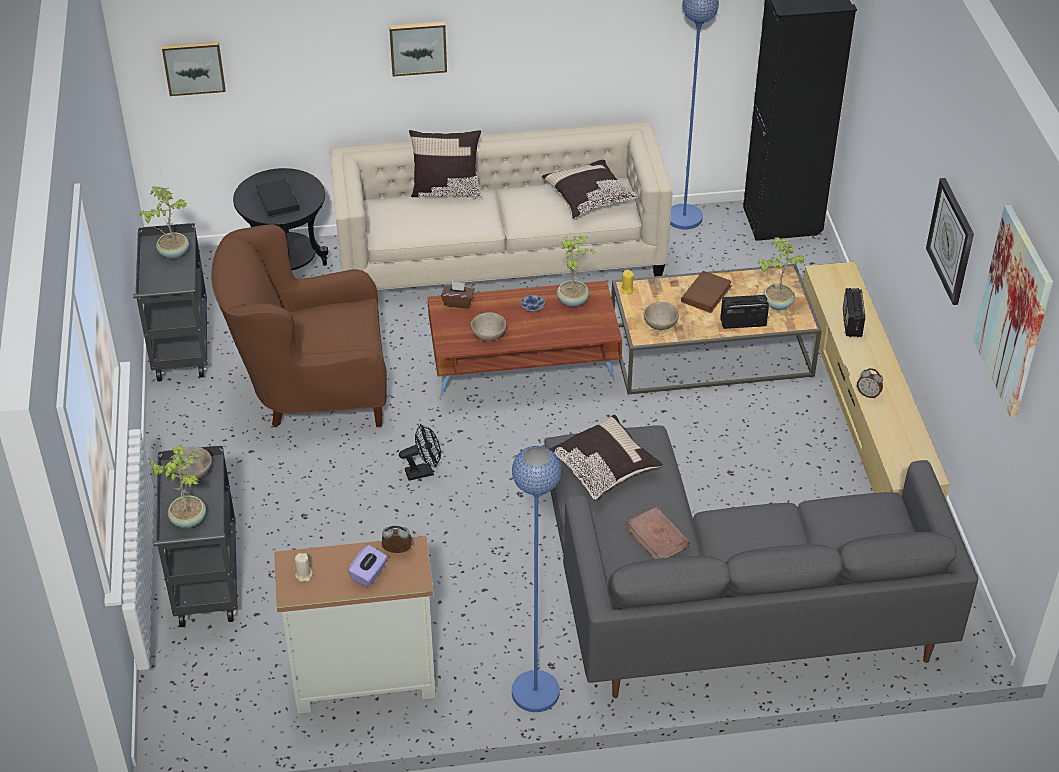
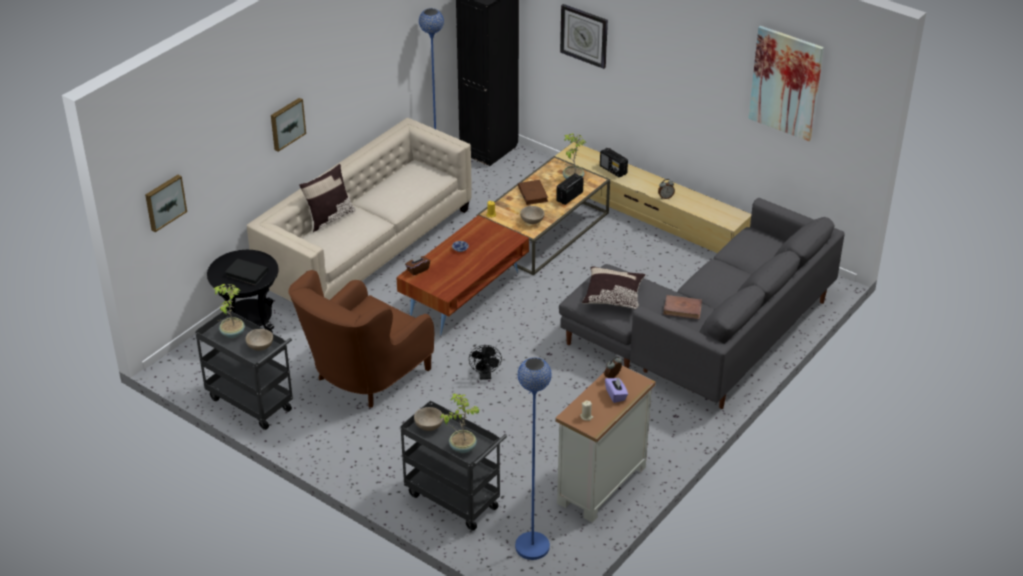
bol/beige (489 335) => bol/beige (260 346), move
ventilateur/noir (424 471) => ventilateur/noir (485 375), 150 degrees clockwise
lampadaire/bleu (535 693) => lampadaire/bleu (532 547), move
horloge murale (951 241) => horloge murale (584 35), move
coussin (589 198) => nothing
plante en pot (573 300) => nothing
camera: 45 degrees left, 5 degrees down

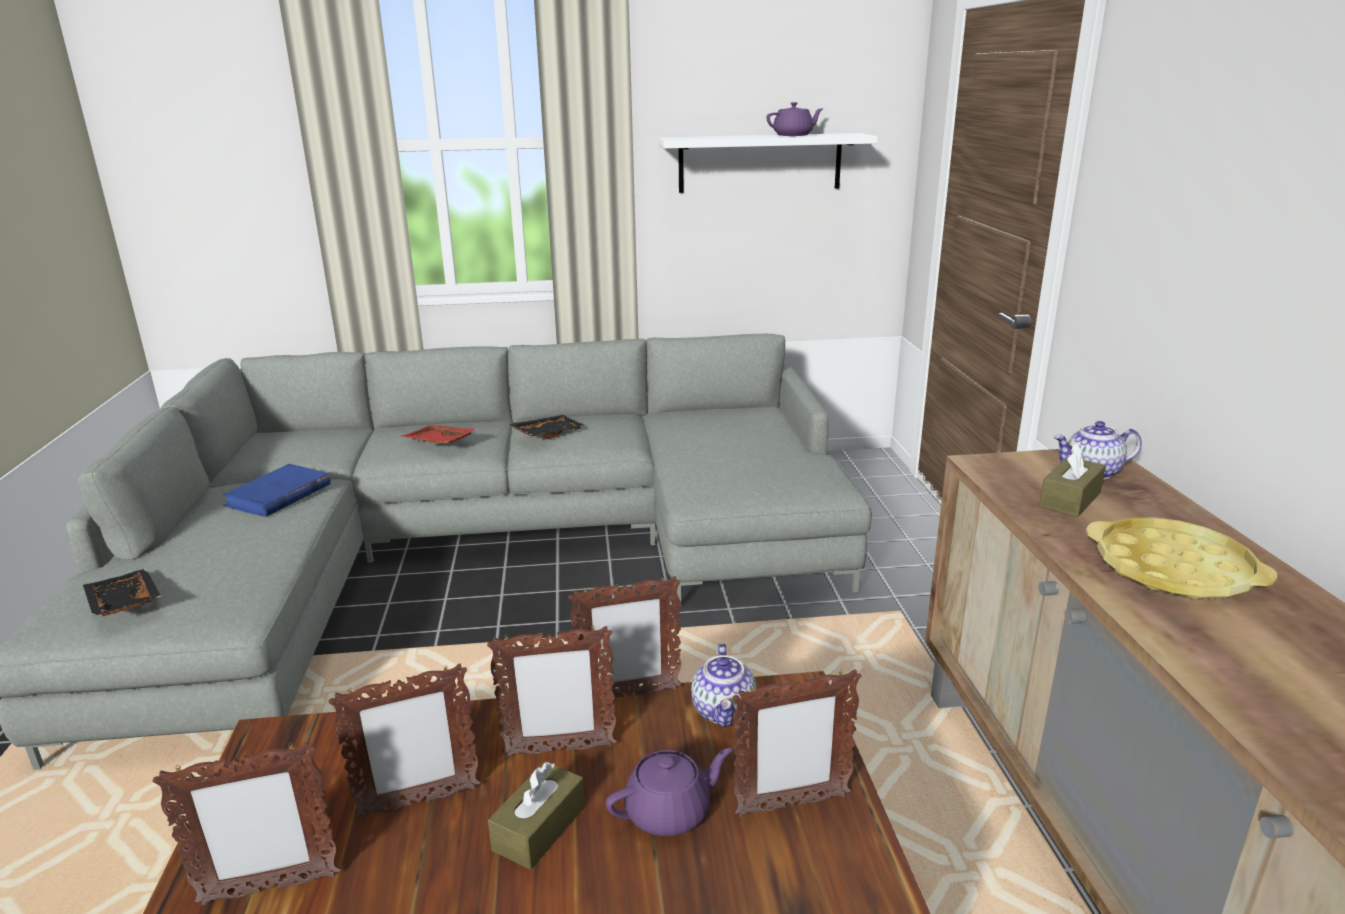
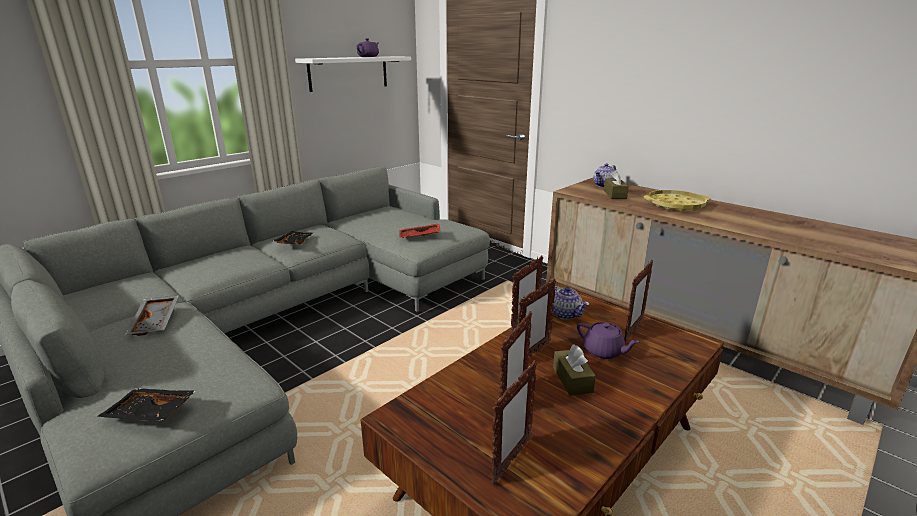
livre/bleu (279 495) => plateau/gris (157 321)
plateau/rouge (438 443) => plateau/rouge (419 236), move
théière/violet (669 812) => théière/violet (603 351), 105 degrees clockwise
camera: 40 degrees left, 0 degrees up

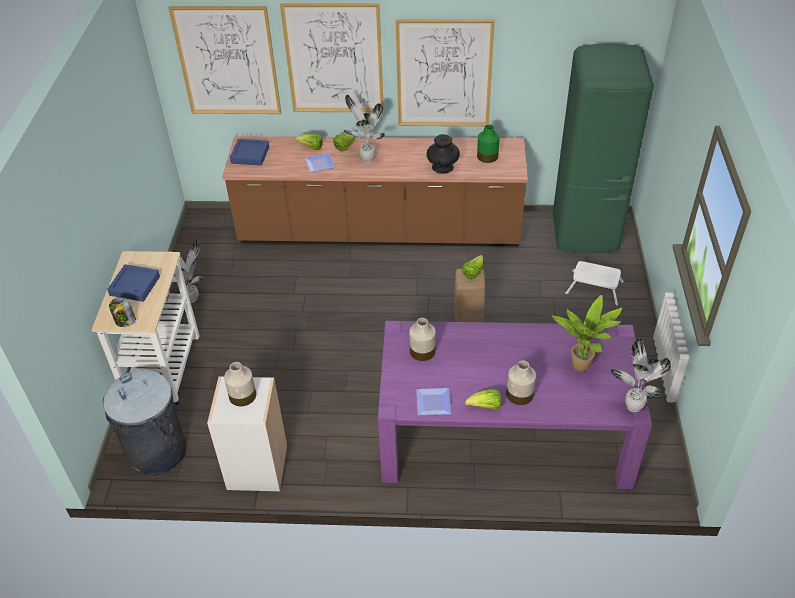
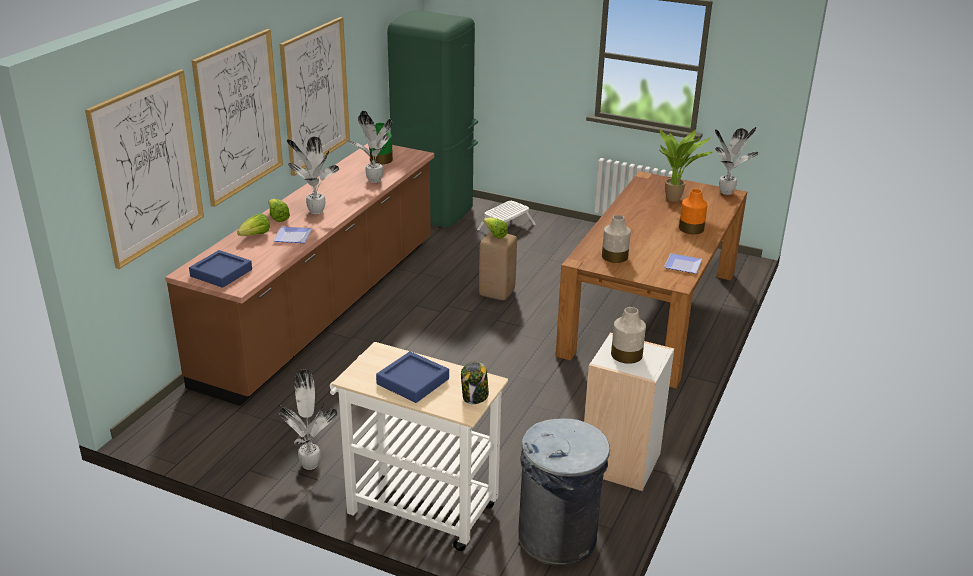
vase/noir (442 167) => plante en pot (374 181)
table à manger/violet (504 434) => table à manger/marron (651 312)
vase/beige (520 394) => vase/orange (691 228)
laitue (485 407) => nothing
camera: 70 degrees left, 15 degrees down

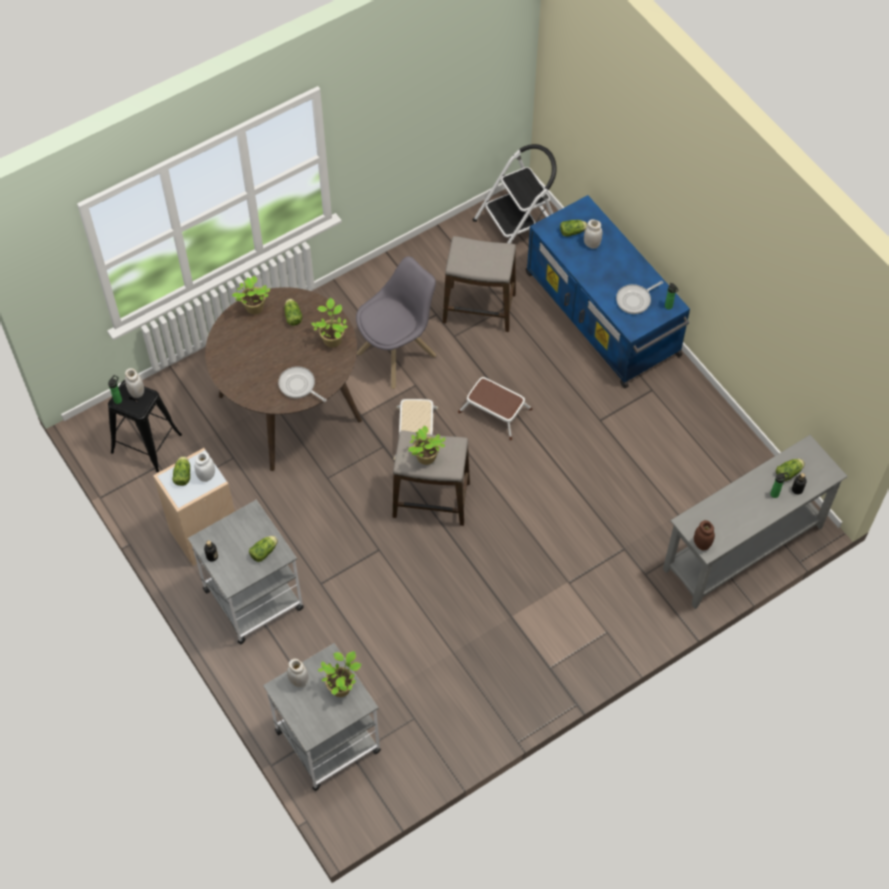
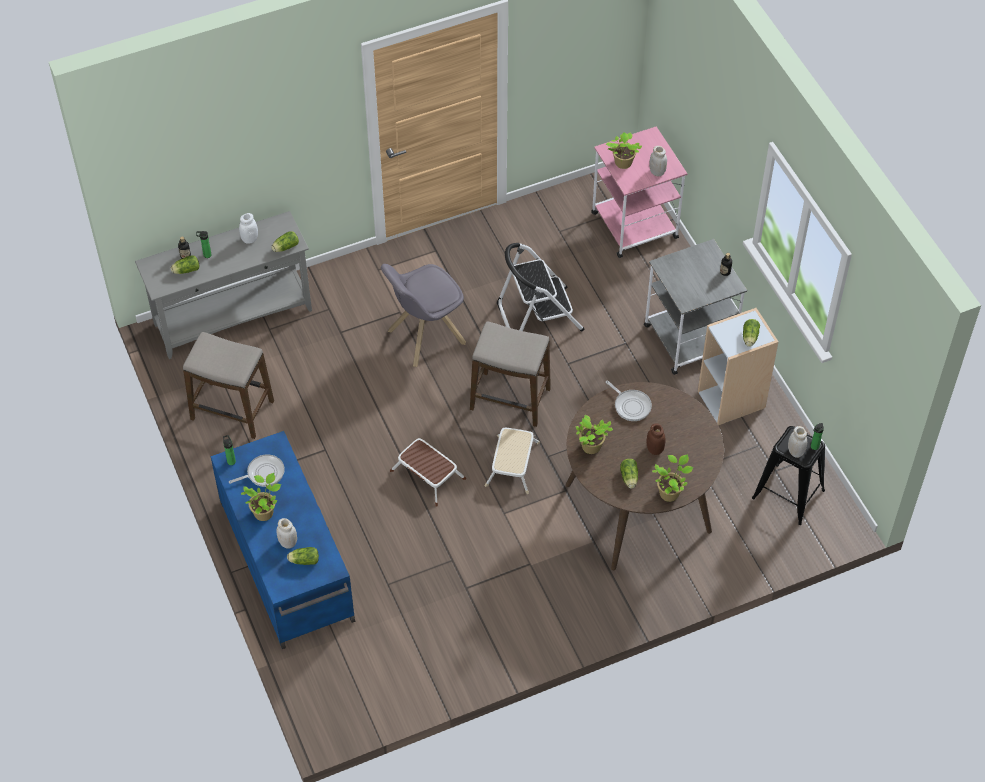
tabouret (479 309) => tabouret (232 410), move
bocal/blanc (206 476) => bocal/blanc (249 239), move
plante en pot (425 458) => plante en pot (264 512), move
laitue (265 551) => laitue (285 247), move
chaise/gris (397 354) => chaise/gris (425 336), move
escabeau (519 227) => escabeau (536 317), move
chariot/gris (327 739) => chariot/rose (635 227)
bocal/marron (701 544) => bocal/marron (655 449), move
camera: 170 degrees left, 5 degrees down

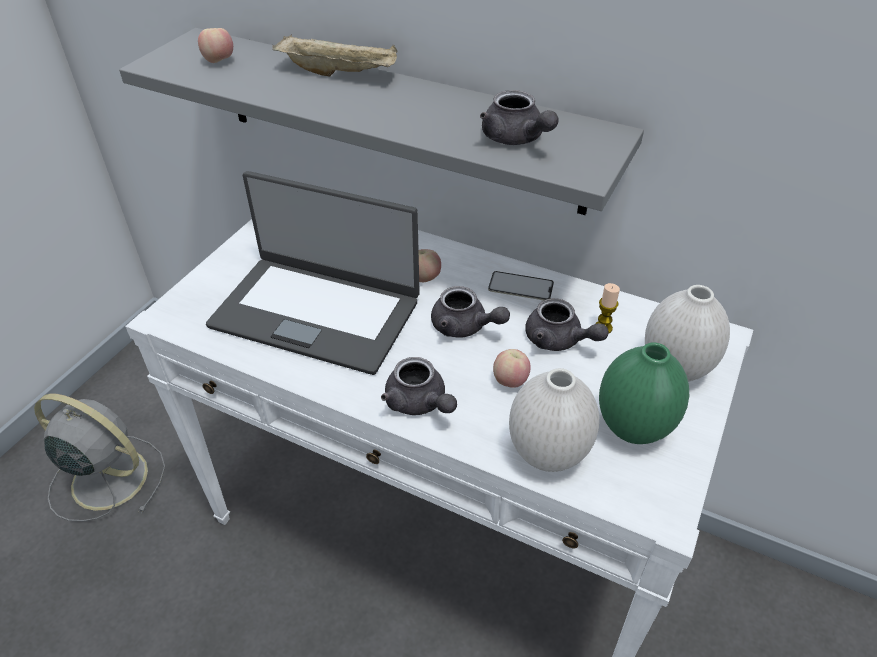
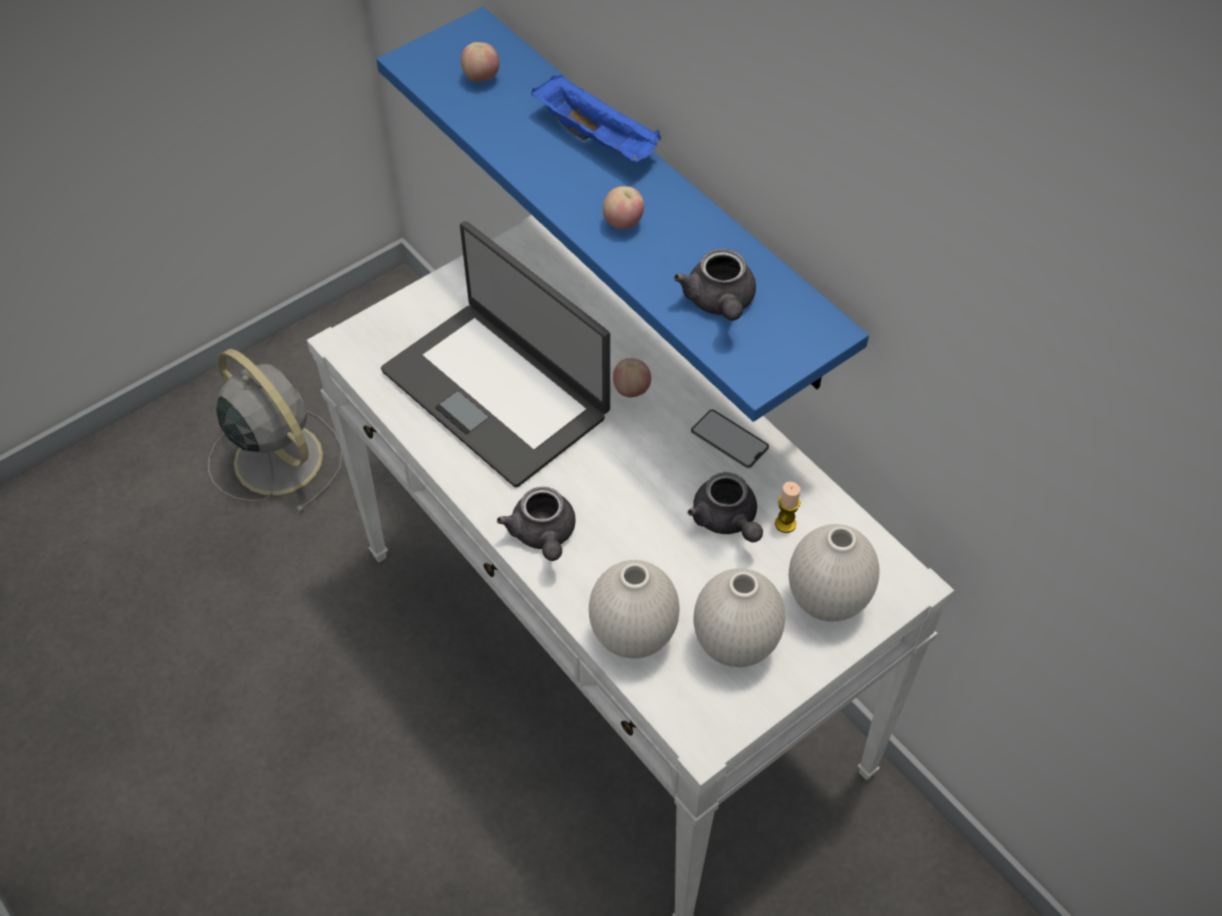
étagère/gris (397 119) => étagère/bleu (657 199)
plateau/beige (340 73) => plateau/bleu (598 138)
pomme (510 381) => pomme (623 223), move
vase/vert (631 428) => vase/blanc (734 644)
théière/gris (465 327) => nothing
camera: 25 degrees right, 10 degrees up

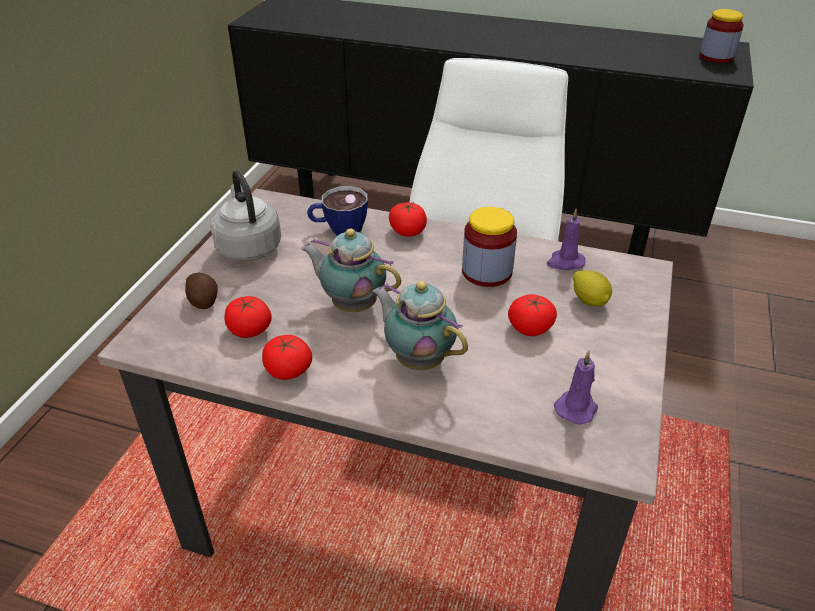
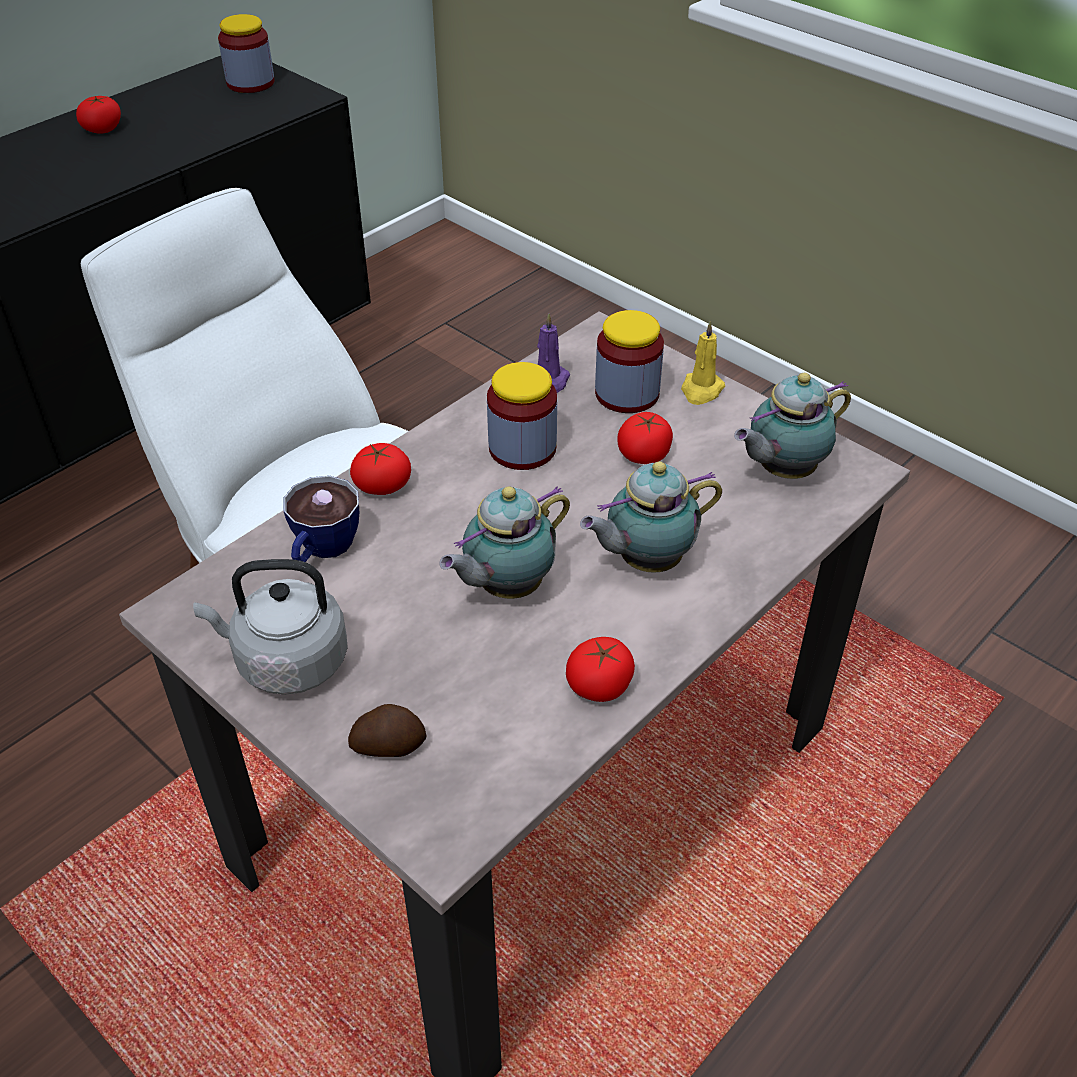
tomate (249 329) => tomate (102 129), move
citron (589 301) => bocal (627 394)
nothing => bougie/jaune (701 390)
bougie/violet (576 407) => théière (782 471)
camera: 65 degrees left, 5 degrees up

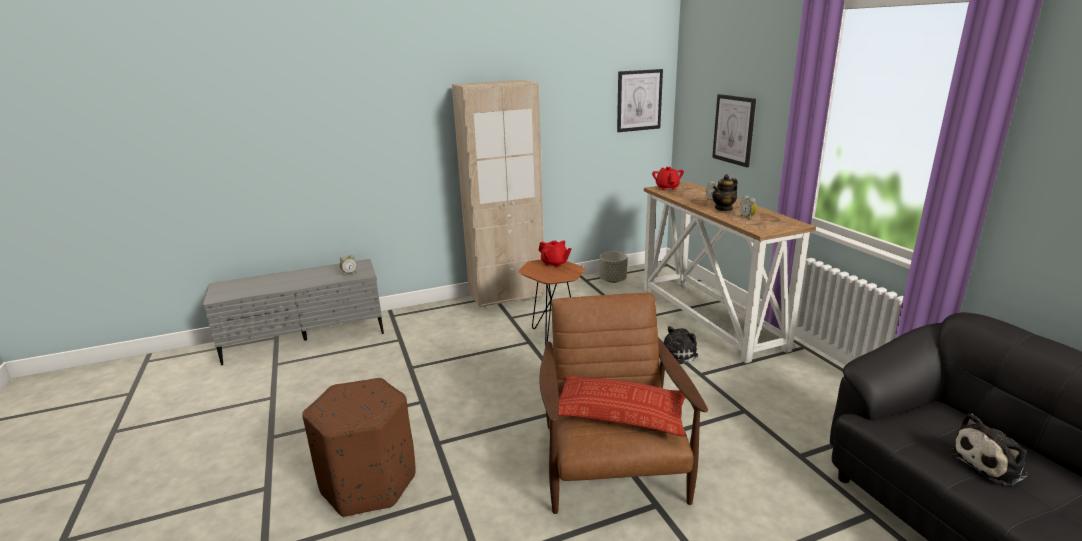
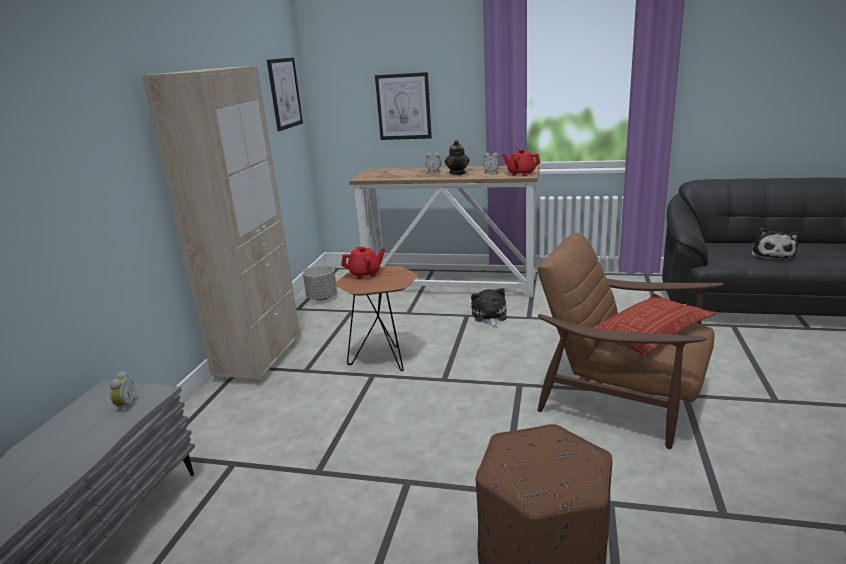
théière/rouge (667 188) => théière/rouge (521 174), move
camera: 55 degrees left, 0 degrees up

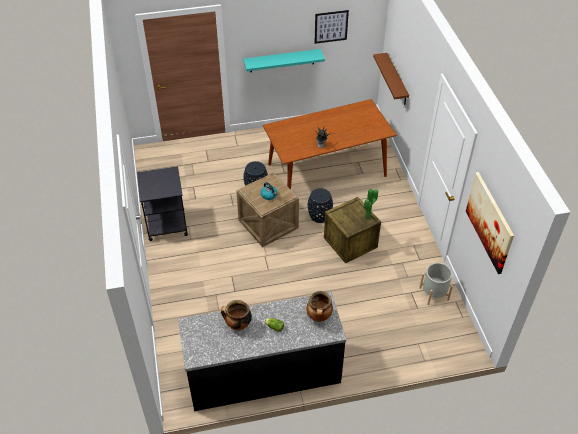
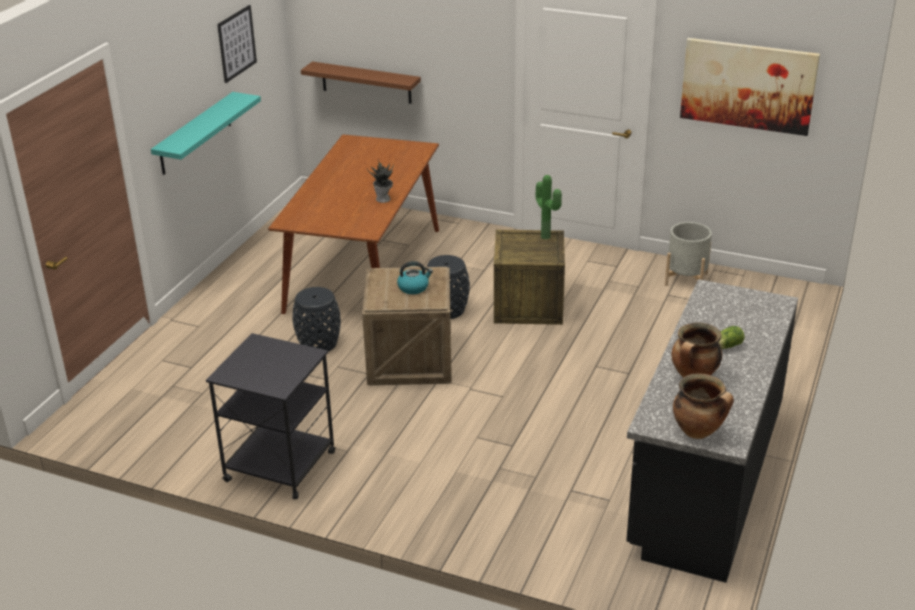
marmite (319 317) => marmite (699 431), move
camera: 55 degrees left, 15 degrees down

